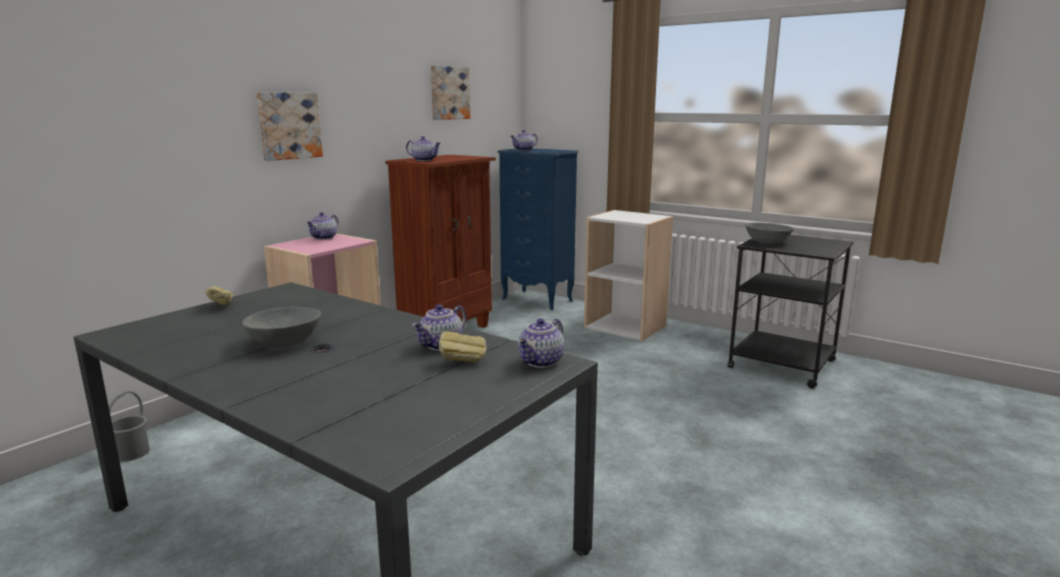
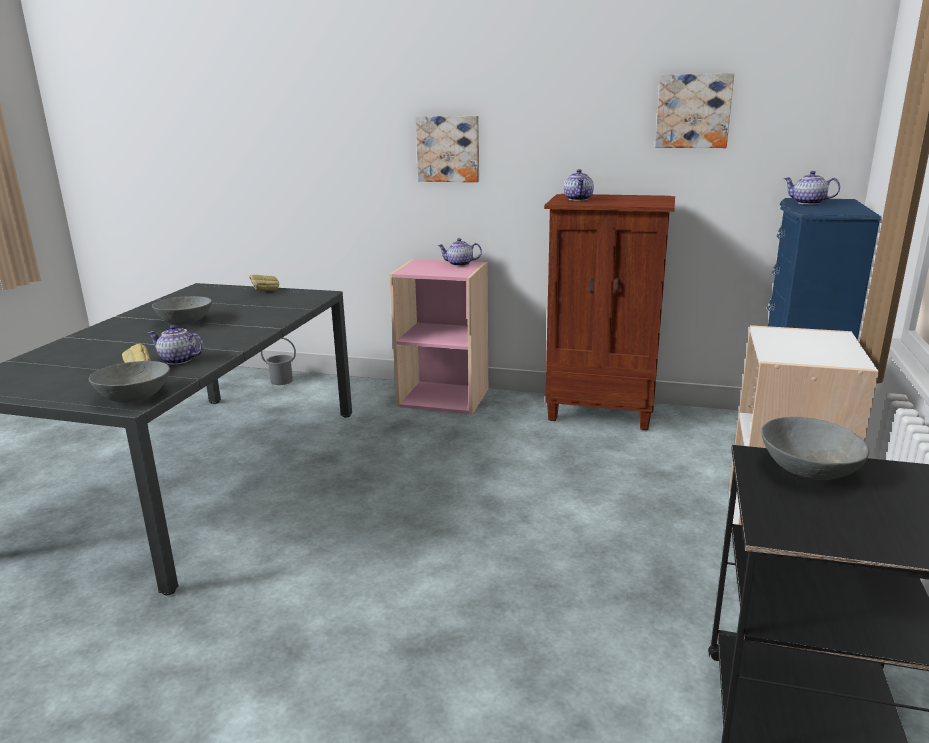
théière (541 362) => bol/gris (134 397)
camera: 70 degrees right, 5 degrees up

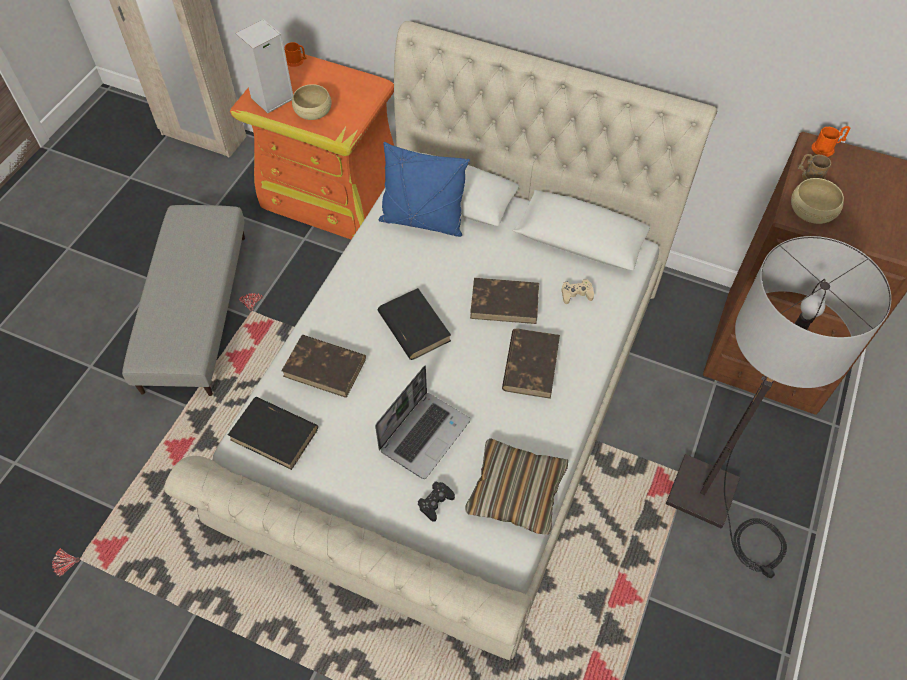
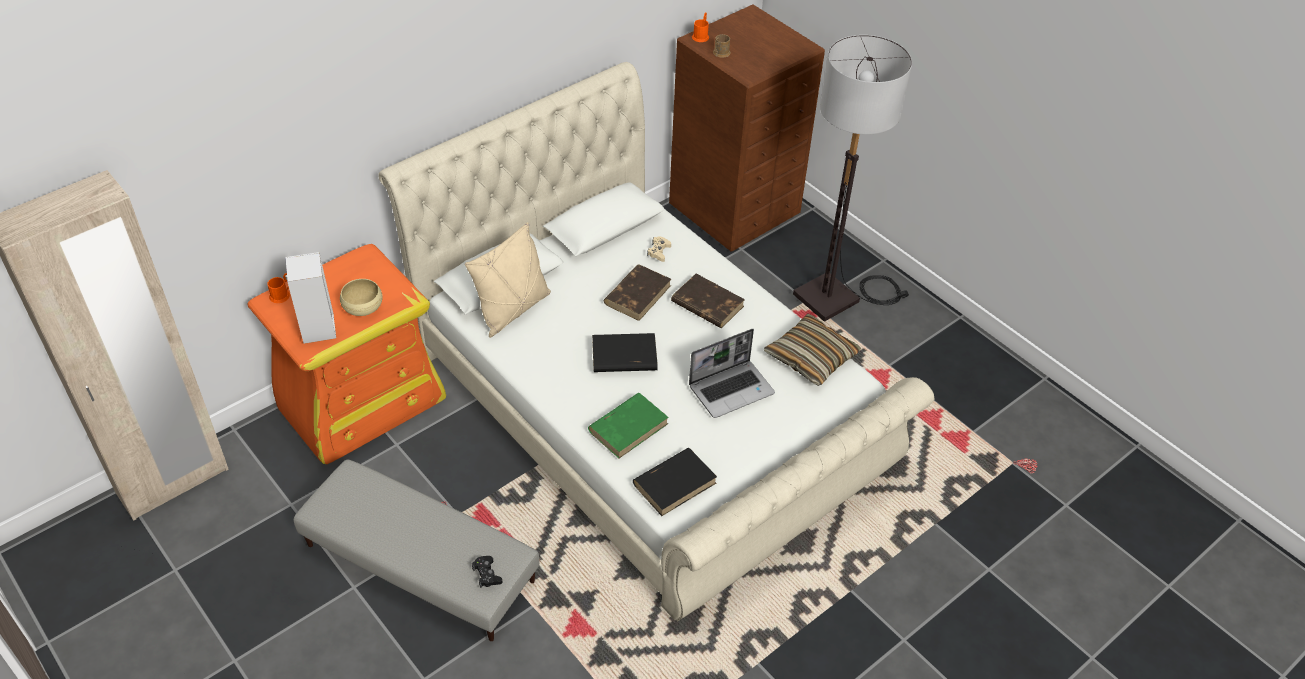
coussin/bleu (423 221) => coussin/beige (513 310)
manette/noir (435 502) => manette/noir (487 574), move
livre/marron (325 367) => livre/vert (628 427)
ordinateur portable (424 434) => ordinateur portable (731 389), 90 degrees clockwise
bol/beige (812 211) => nothing
camera: 65 degrees left, 10 degrees down

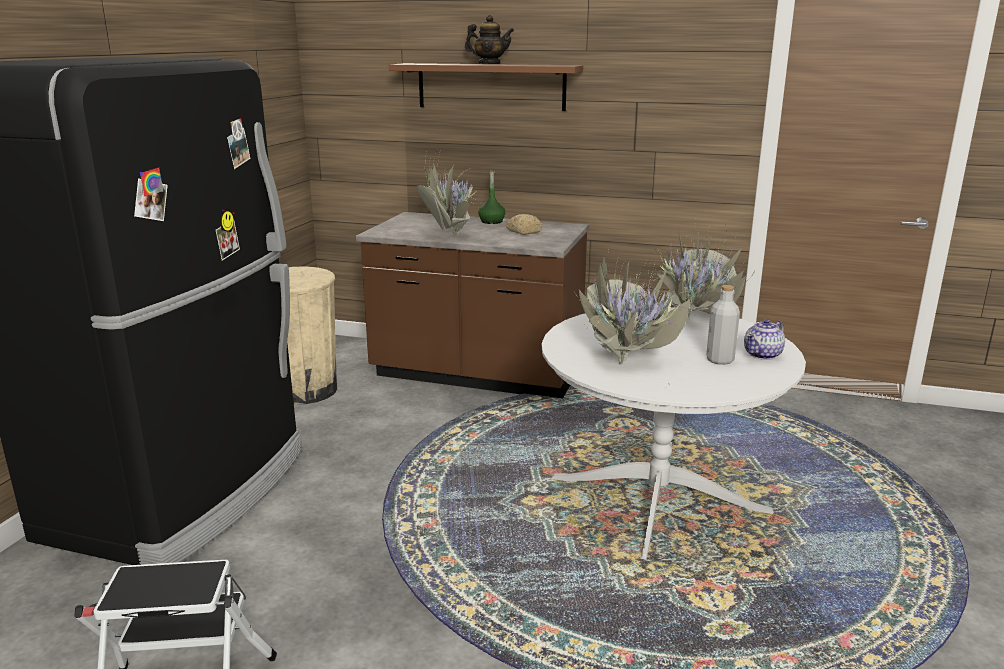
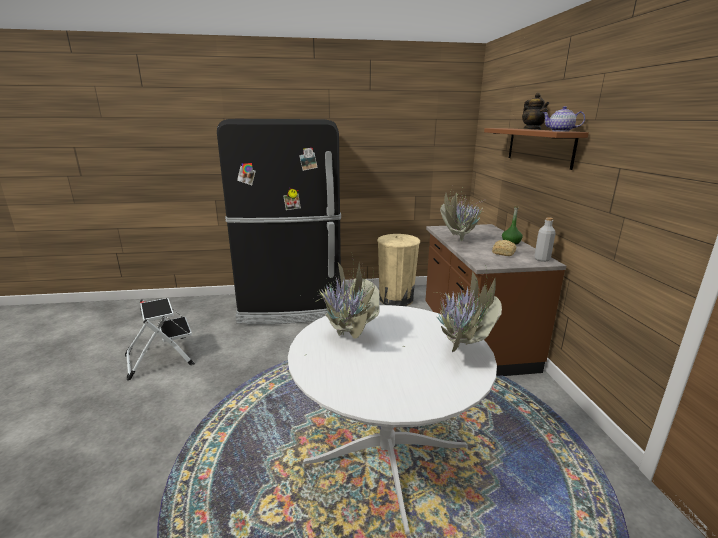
bouteille/gris (720 360) => bouteille/gris (542 259), move
théière (763 354) => théière (560 131), move
camera: 65 degrees right, 0 degrees up

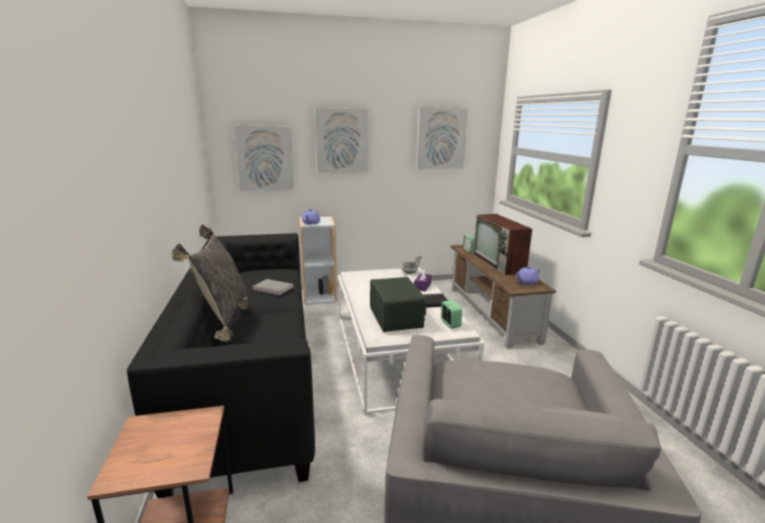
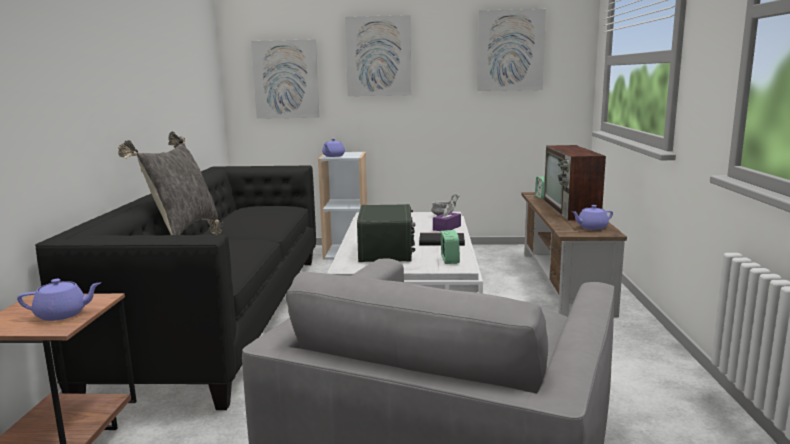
nothing => théière/violet (62 314)
livre/gris (272 289) => nothing
camera: 15 degrees right, 5 degrees down

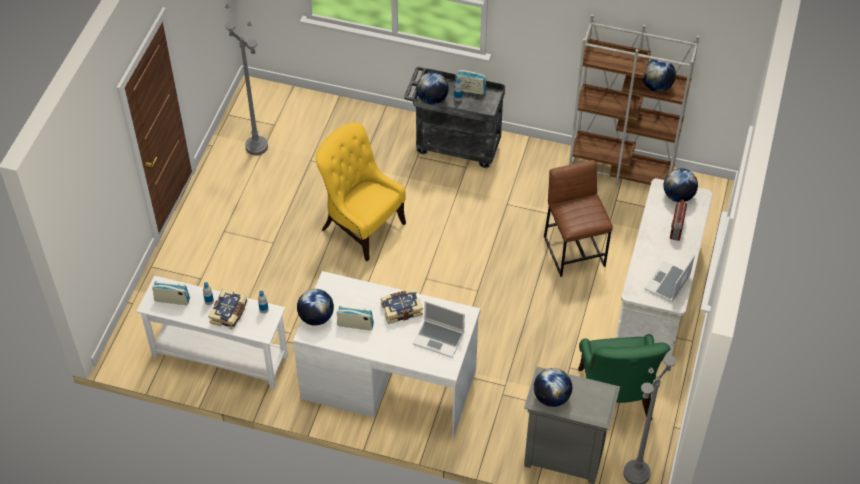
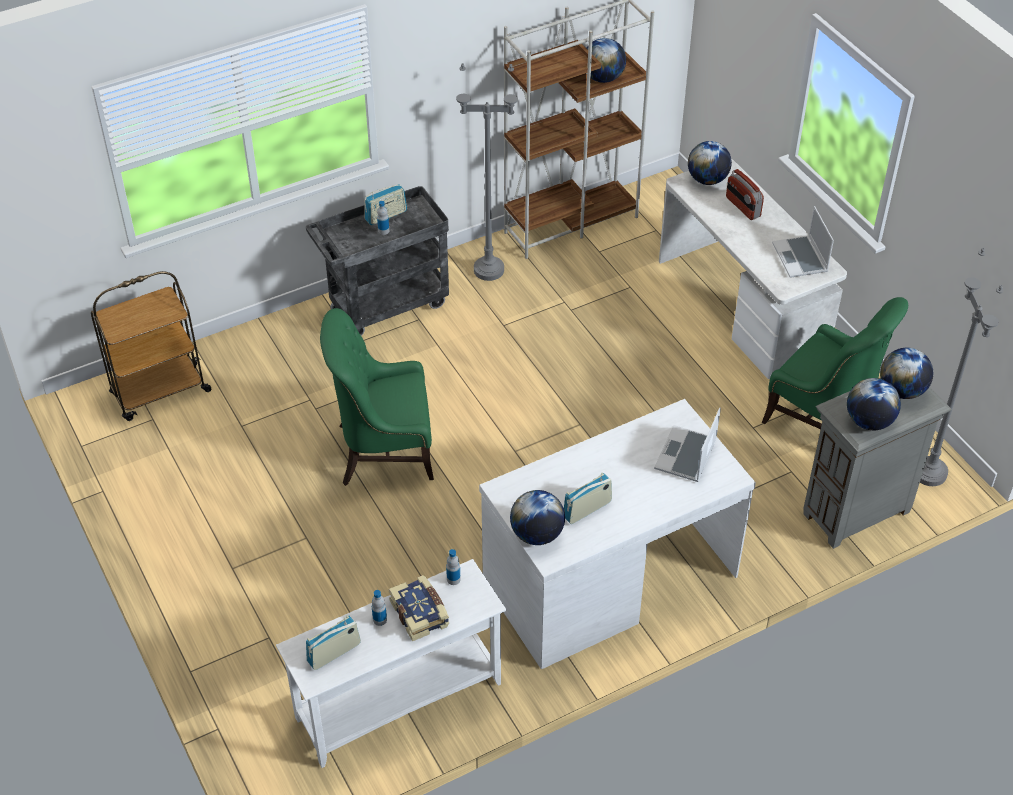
nothing => chariot/marron (159 393)
chaise/jaune (361 226) => chaise/vert (383 450)
lampadaire/gris (256 146) => lampadaire/gris (488 270), move
ordinateur portable (439 338) => ordinateur portable (686 456), 135 degrees clockwise
globe (432 99) => globe (902 390), move
livre (401 309) => nothing
chaise/marron (574 250) => nothing
camera: 45 degrees left, 5 degrees down

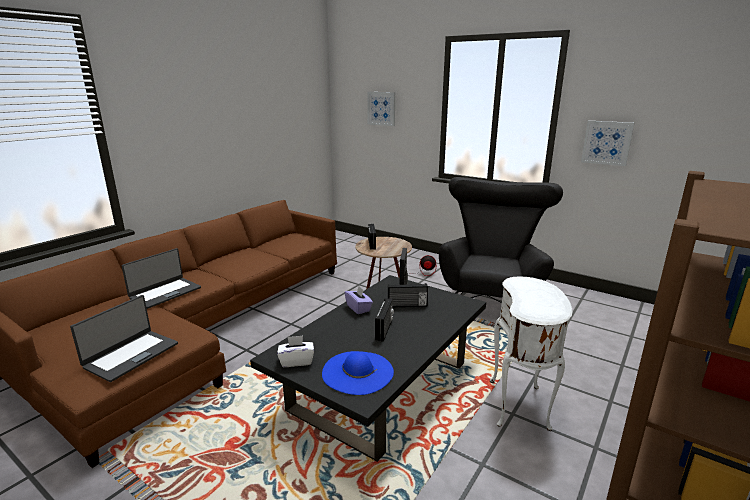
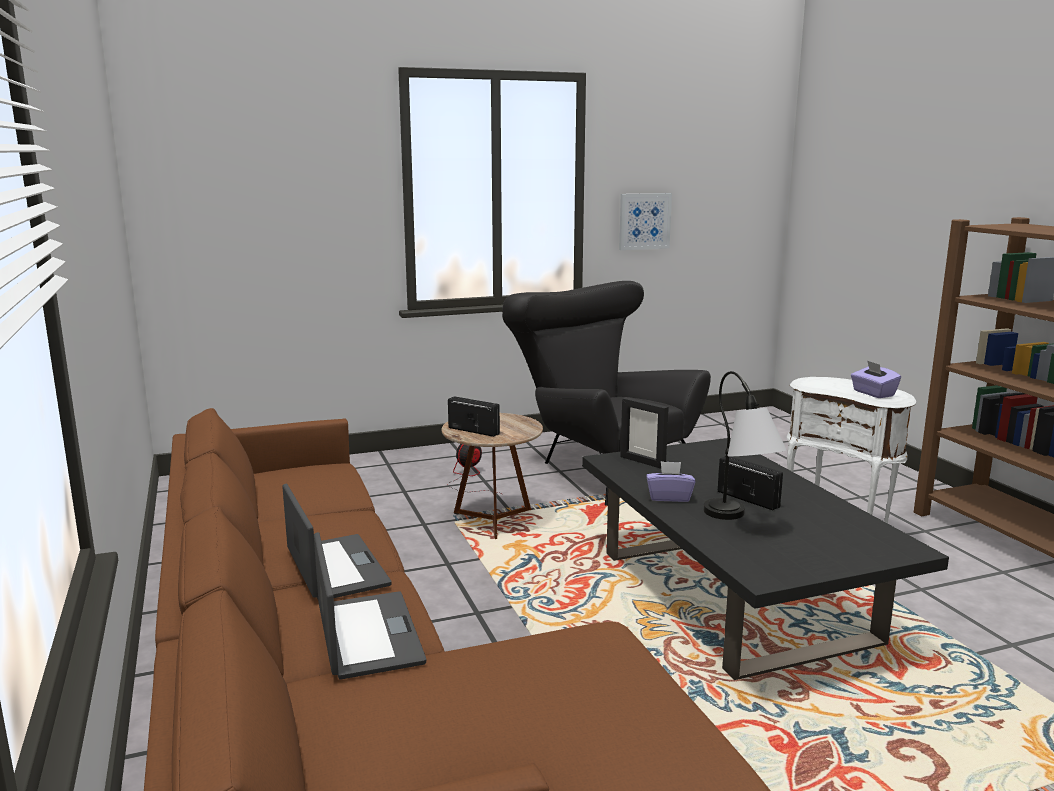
ordinateur portable (131 355) => ordinateur portable (335 568), move
nothing => lampe de table (739 522)
nothing => boîte à mouchoirs/violet (873 393)
boîte à mouchoirs/blanc (296 361) => nothing
chapeau/bleu (357 372) => nothing
tableau (381 108) => nothing
radio (407 305) => nothing
camera: 55 degrees left, 5 degrees down

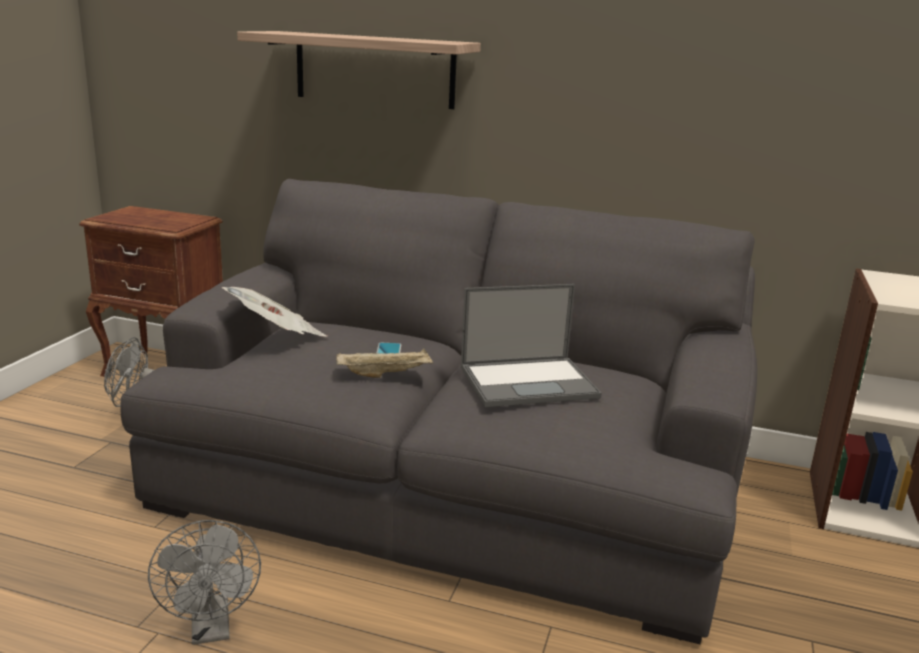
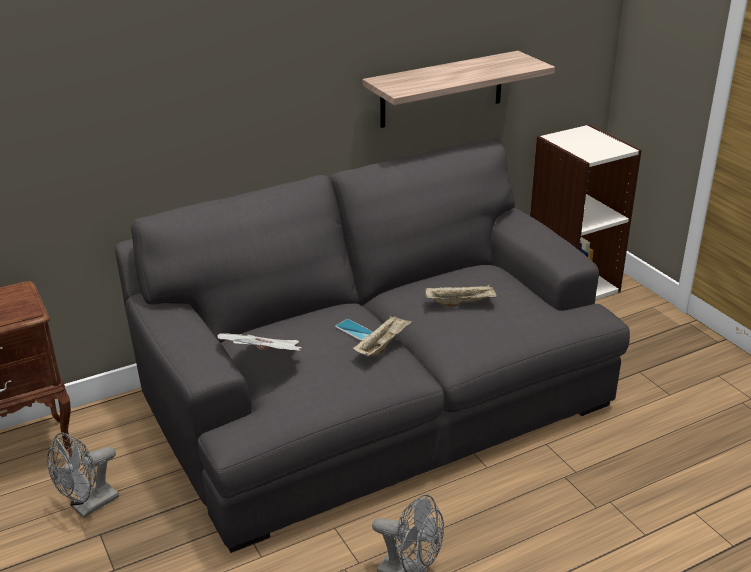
étagère (374 70) => étagère (442 89), move
ordinateur portable (529 382) => plateau/beige (461 303)
camera: 45 degrees left, 10 degrees up

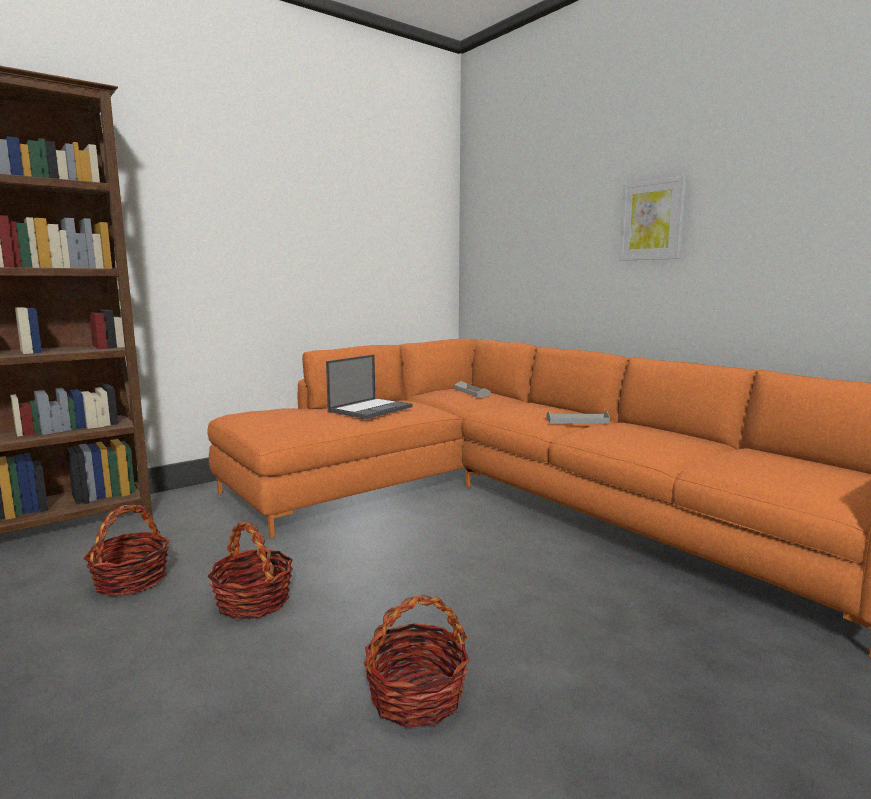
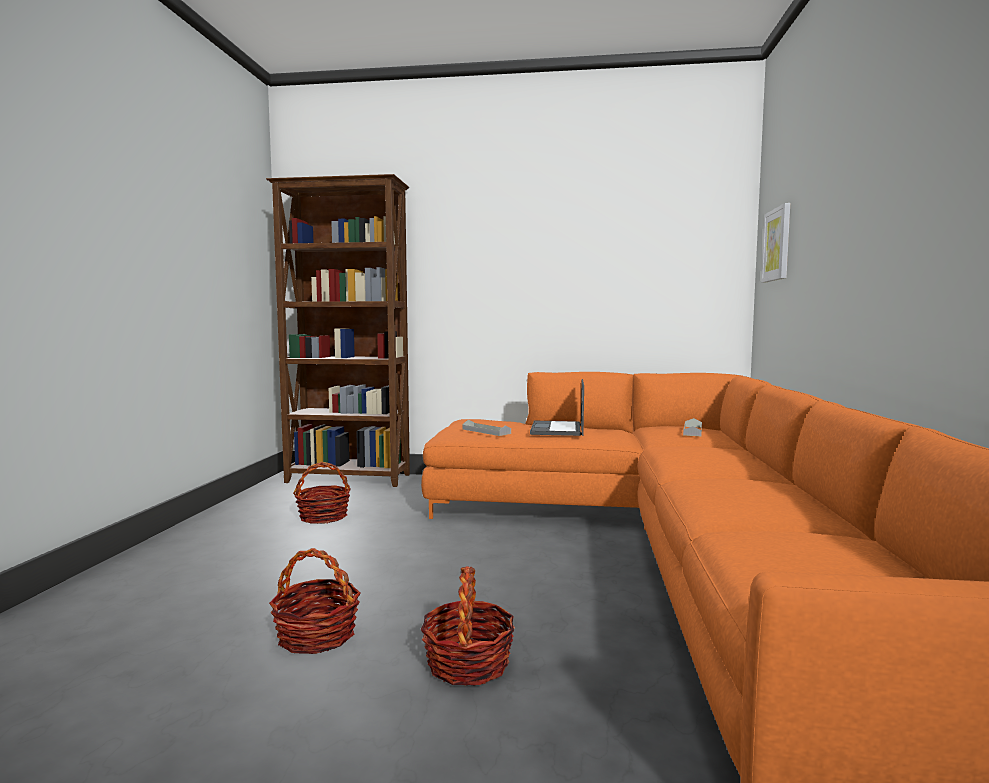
panier (253 601) => panier (468 663), move
plateau/gris (577 421) => plateau/gris (486 431), move
ordinateur portable (371 409) => ordinateur portable (557 429), 105 degrees clockwise
tableau (652 220) => tableau (777 244), move
camera: 45 degrees right, 5 degrees down

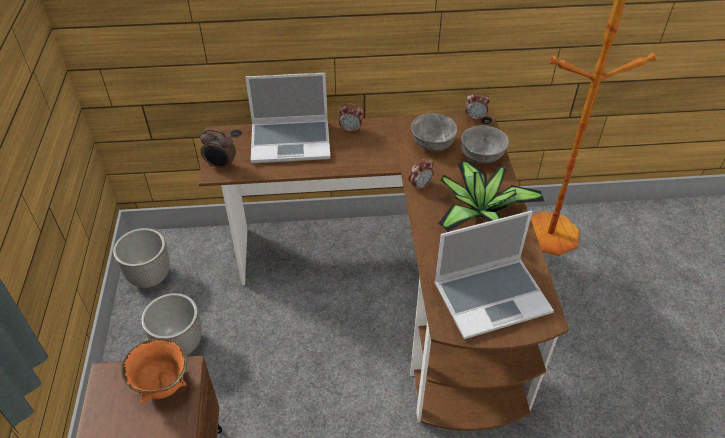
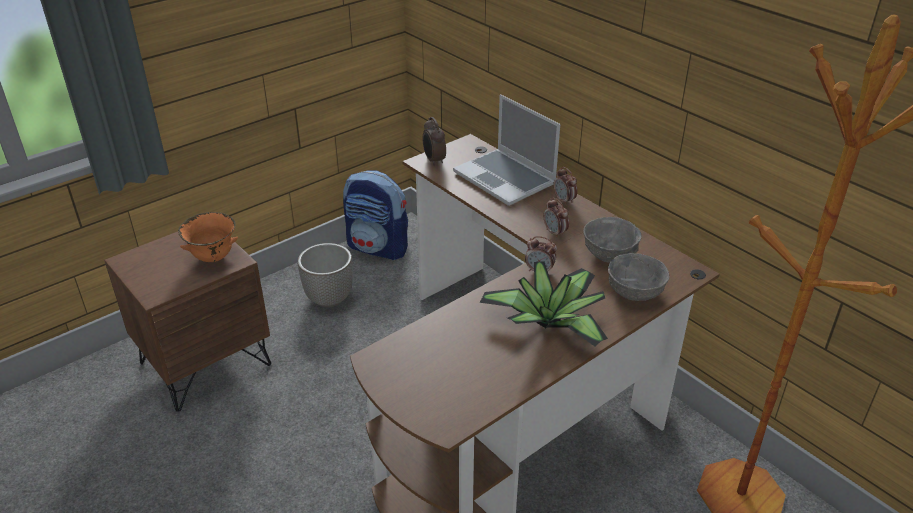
cache-pot (151 277) => sac à dos (378 247)
réveil (475 118) => réveil (555 233), move
ordinateur portable (492 297) => nothing
camera: 55 degrees right, 10 degrees down

